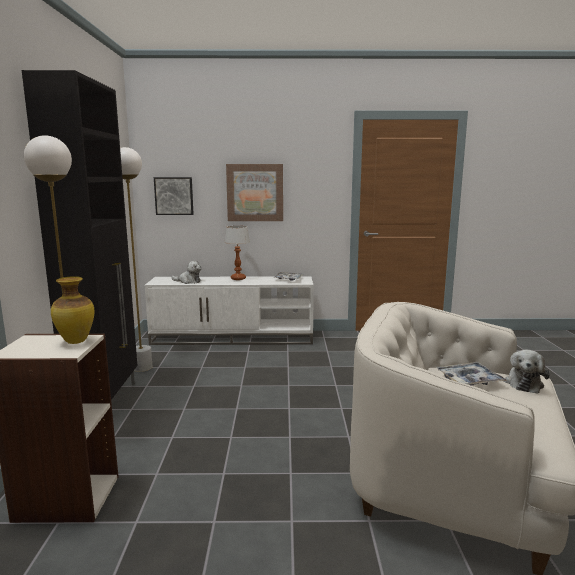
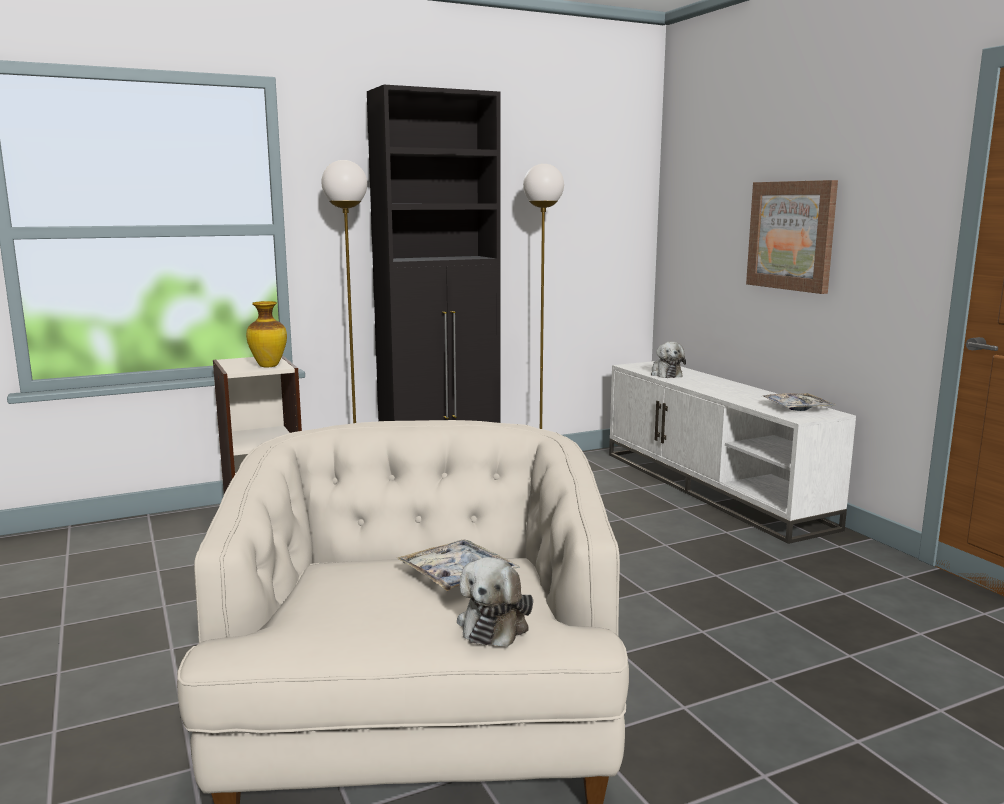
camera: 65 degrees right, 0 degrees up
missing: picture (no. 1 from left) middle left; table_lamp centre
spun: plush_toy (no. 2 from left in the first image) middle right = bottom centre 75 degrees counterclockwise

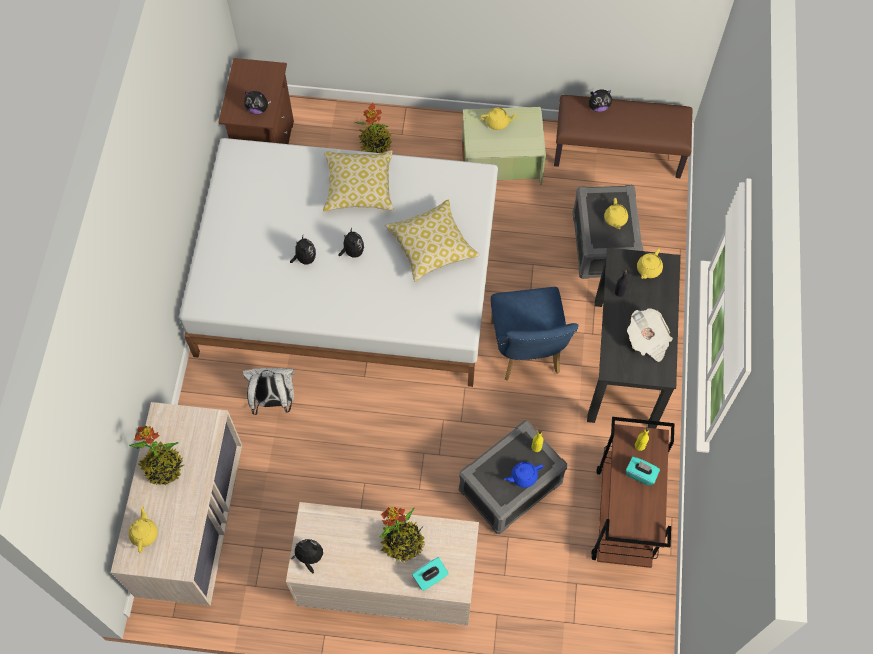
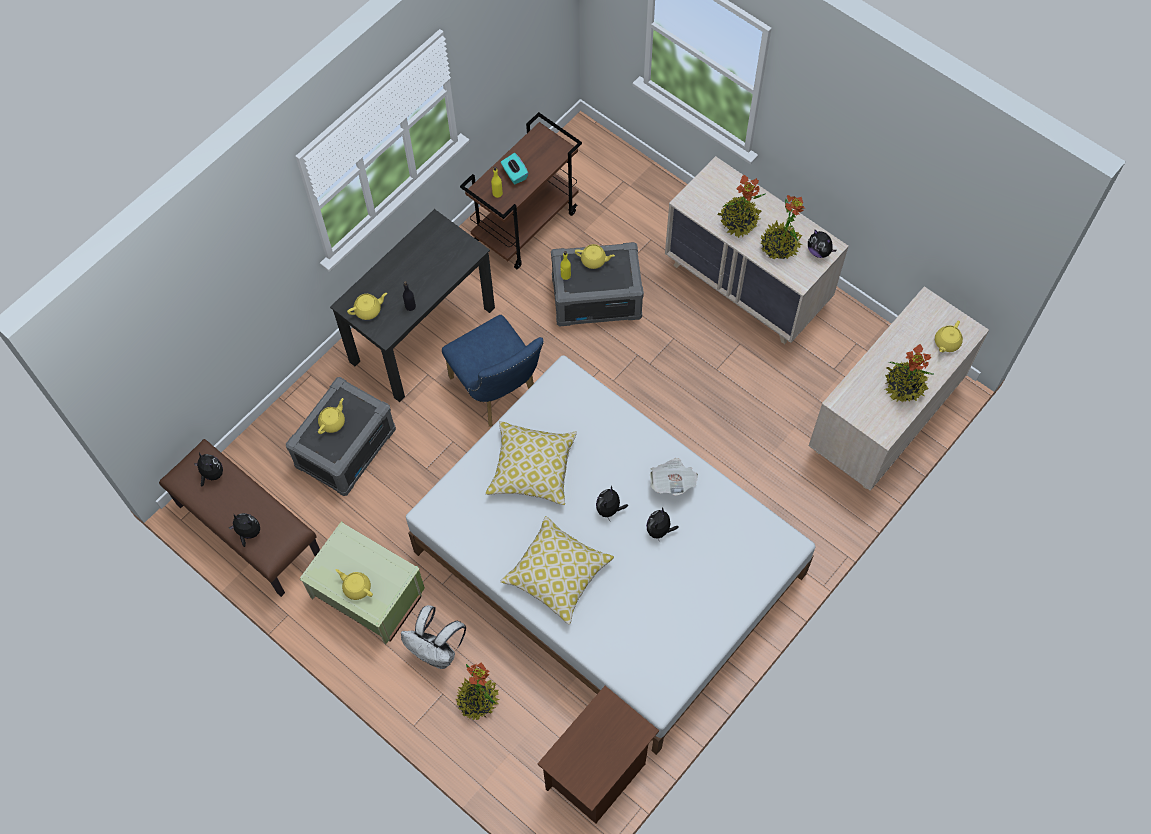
camera: 145 degrees left, 0 degrees up
missing: turquoise_tissue_box (no. 1 from left) bottom centre
appeared: potted_plant (no. 3 from left) top right
relocated: white_backpack middle left to bottom centre; plush_toy (no. 1 from left) top left to middle left; newspaper middle right to centre
colour: blue_teapot bottom centre to yellow_teapot (no. 4 from left) top centre
spun: blue_chair centre = centre 120 degrees clockwise

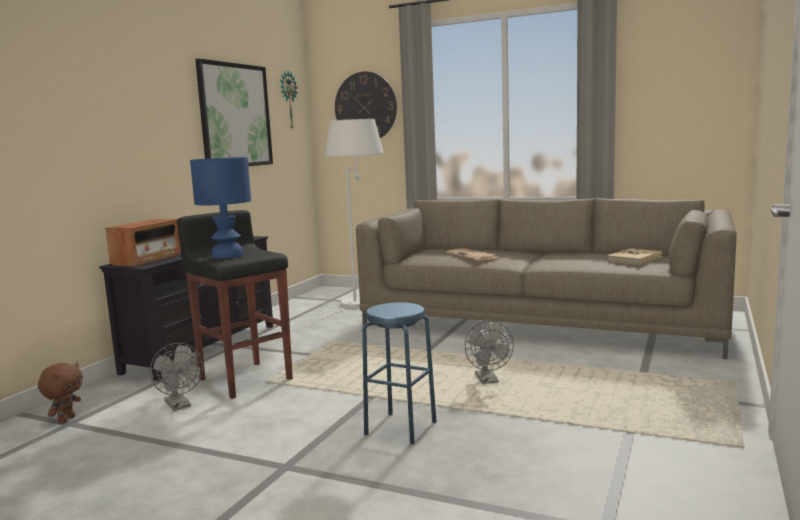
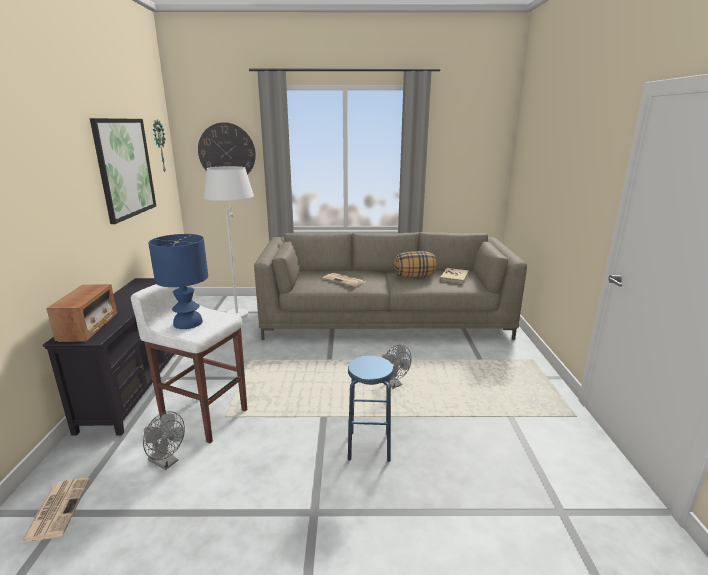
camera: 25 degrees left, 10 degrees up
appeared: pillow centre
exchanged: brown_plush_toy bottom left to newspaper (no. 1 from left) bottom left
colour: black_stool middle left to white_stool middle left

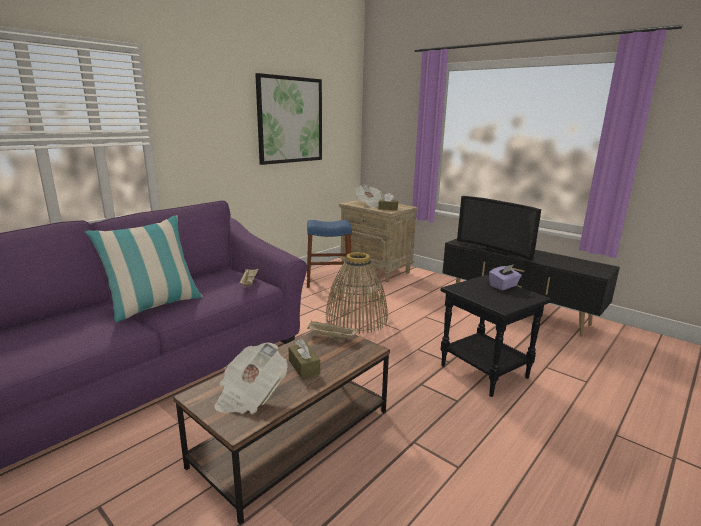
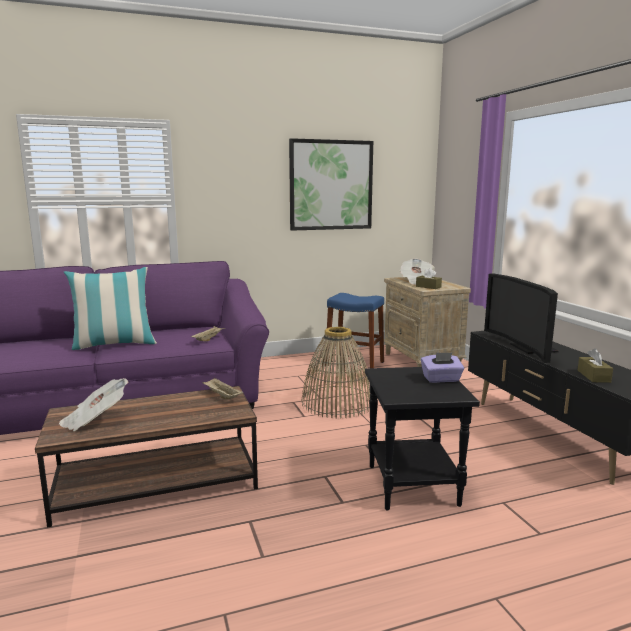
camera: 30 degrees right, 5 degrees down
relocated: brown_tissue_box (no. 1 from left in the first image) bottom centre to brown_tissue_box (no. 2 from left) middle right

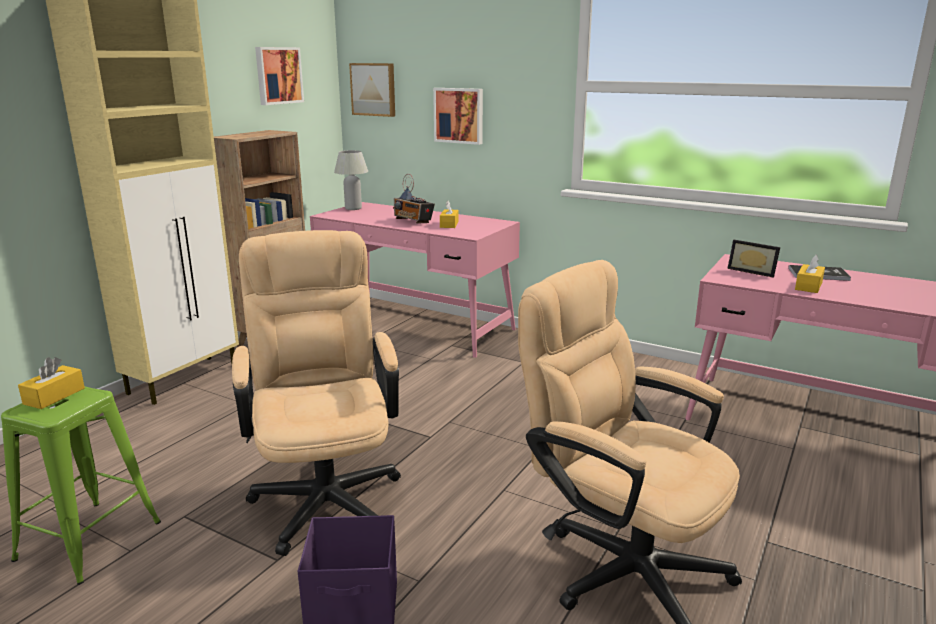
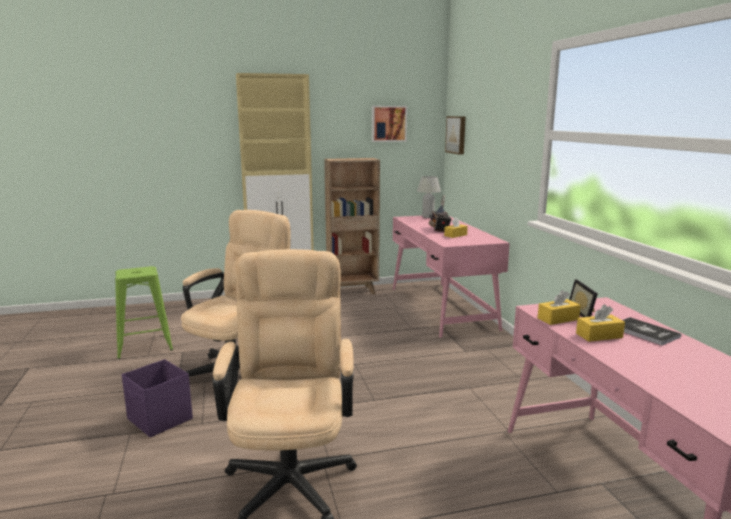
camera: 45 degrees right, 5 degrees down
missing: picture (no. 3 from left) top centre
relocated: yellow_tissue_box (no. 1 from left in the first image) middle left to yellow_tissue_box (no. 2 from left) middle right

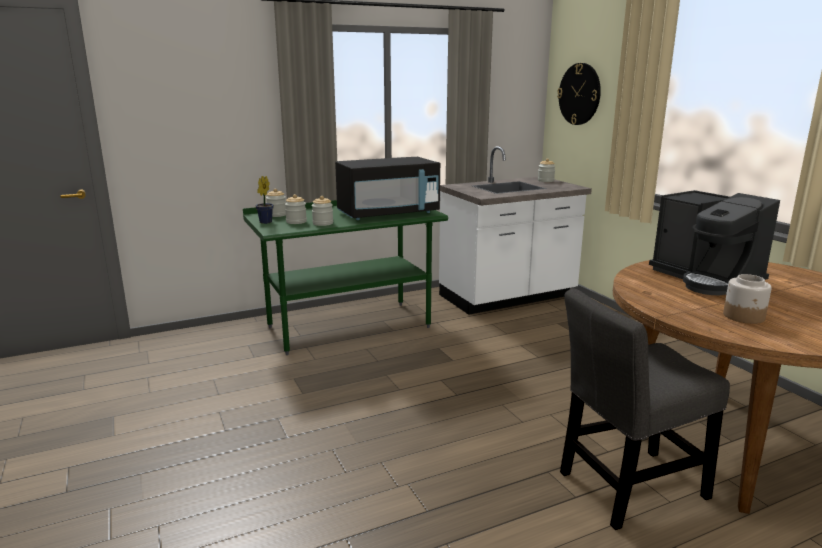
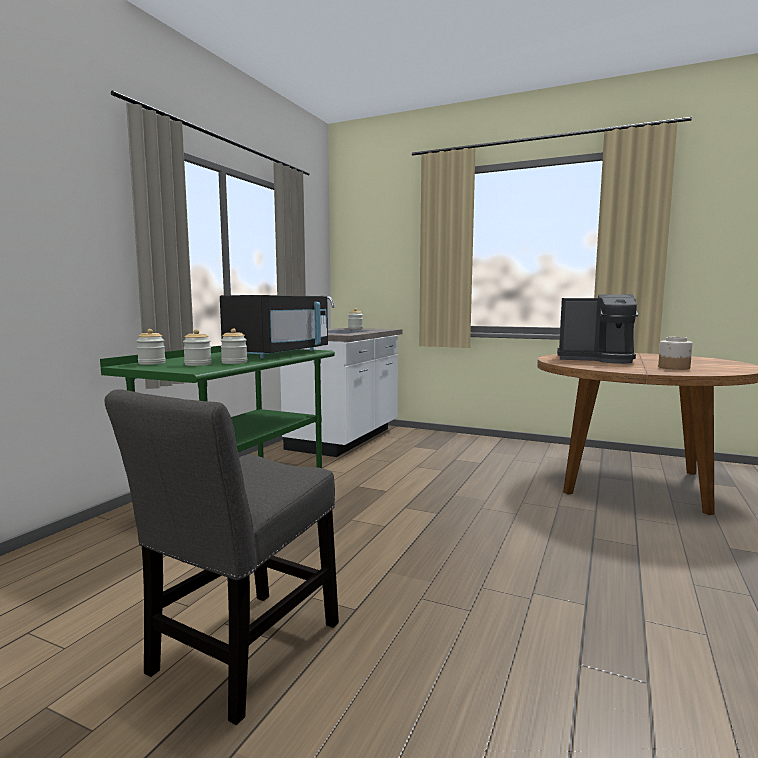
camera: 40 degrees left, 10 degrees down
missing: potted_plant middle left; wall_clock top right
relocated: grey_chair bottom right to bottom left

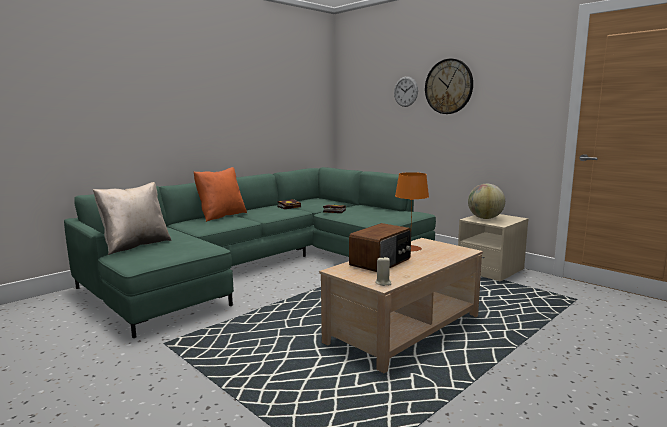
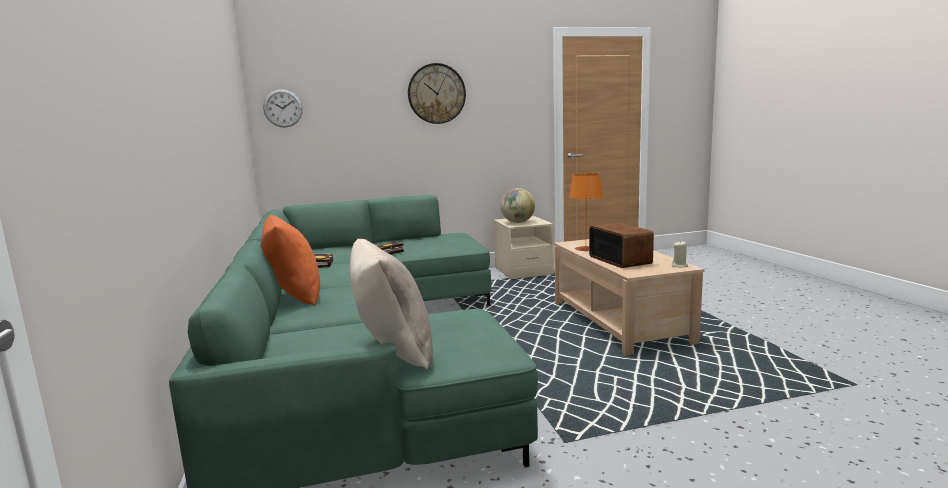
camera: 60 degrees left, 0 degrees up
relocated: wall_clock (no. 1 from left) top centre to top left

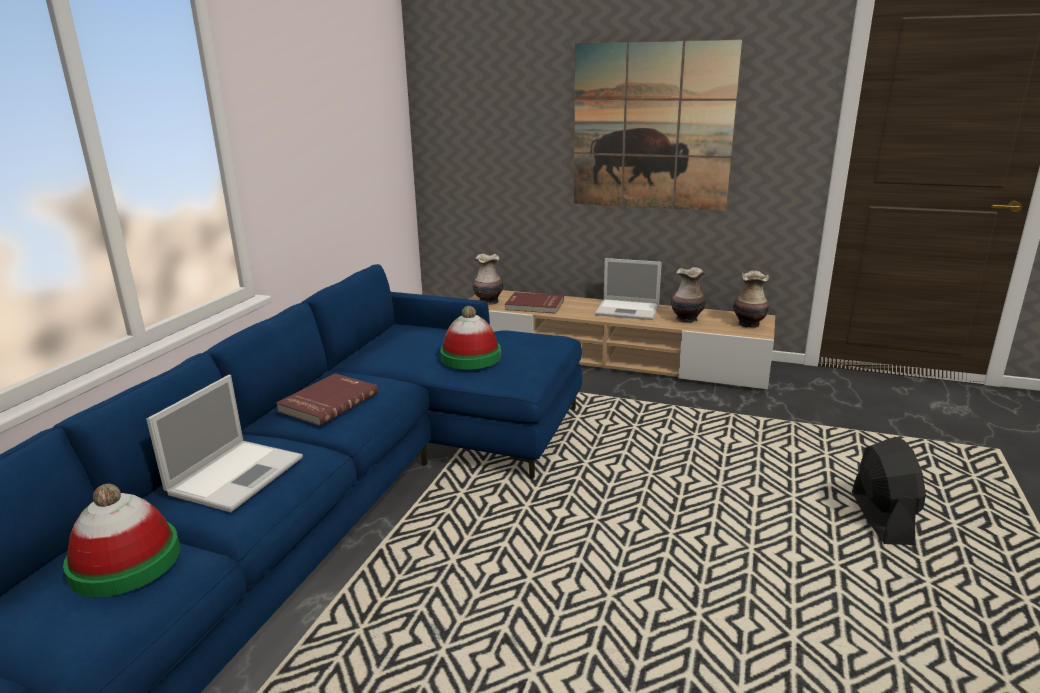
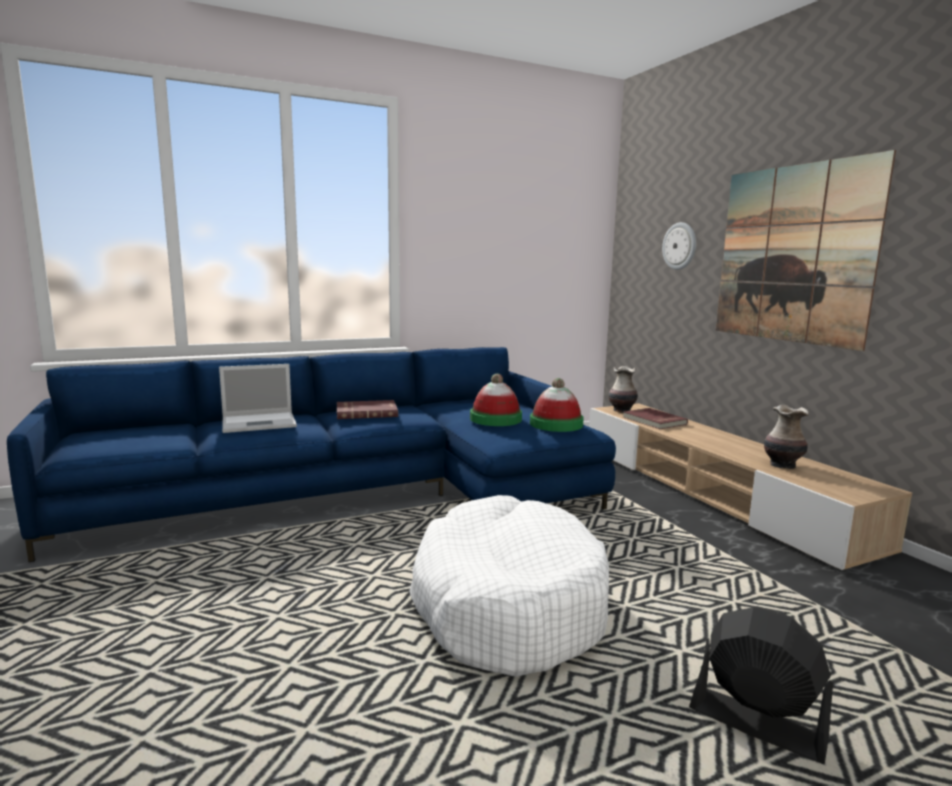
camera: 45 degrees right, 10 degrees down
missing: laptop (no. 2 from left) centre; vase (no. 3 from left) middle right
appeared: white_dog_bed bottom centre; wall_clock top right
relocated: hat (no. 1 from left in the first image) bottom left to hat (no. 2 from left) centre
spun: black_fan bottom right = bottom right 105 degrees counterclockwise

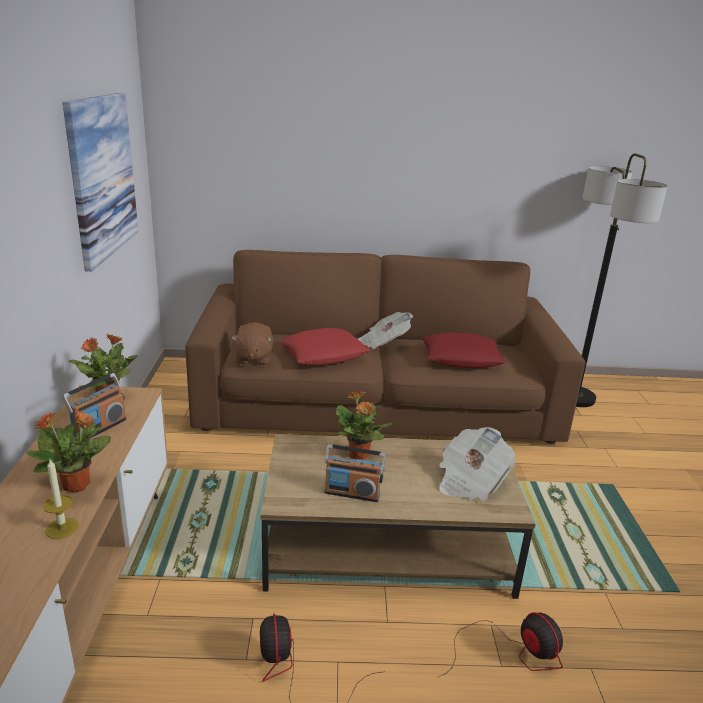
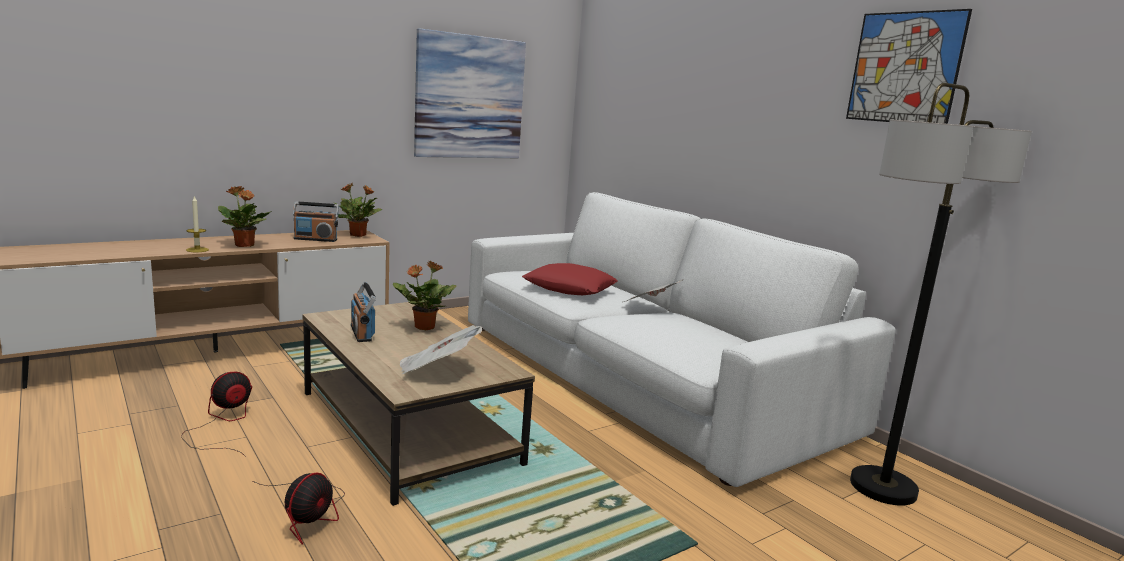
camera: 55 degrees right, 10 degrees down
missing: brown_plush_toy centre; red_pillow (no. 2 from left) centre
appeared: picture (no. 2 from left) top right
colour: brown_sofa centre to white_sofa centre

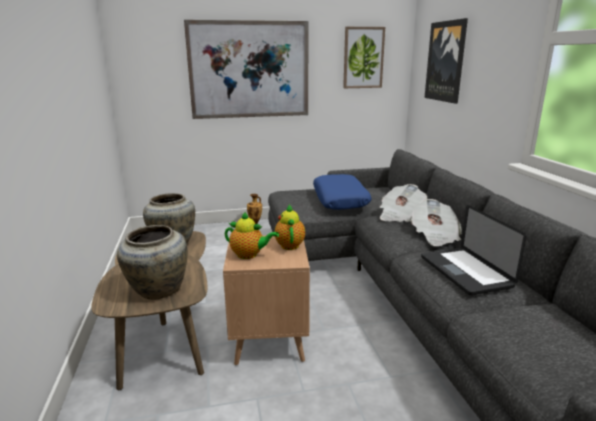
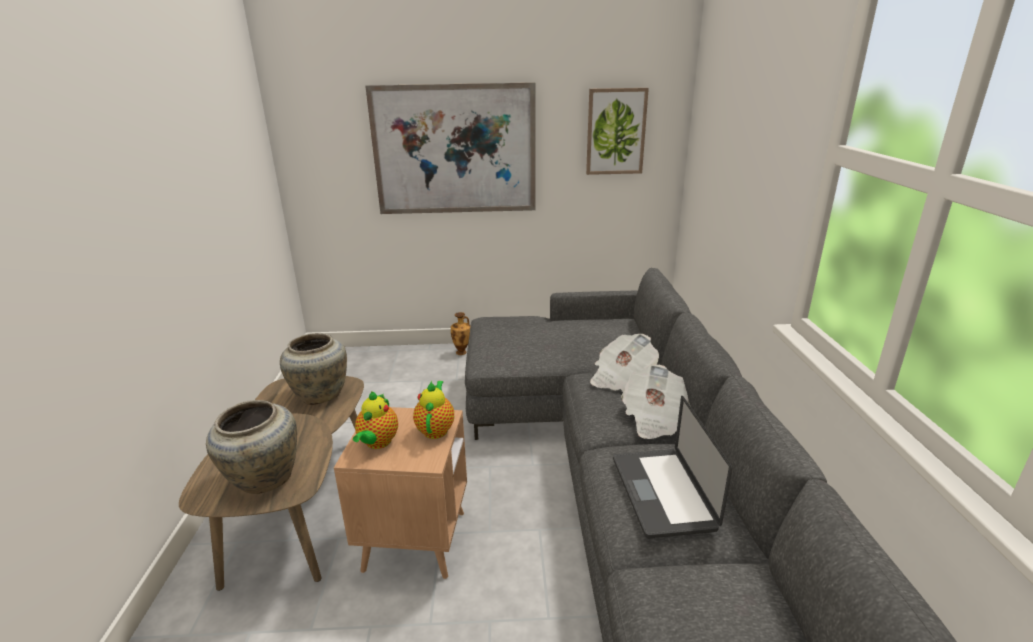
camera: 10 degrees right, 5 degrees up
missing: blue_pillow centre; picture (no. 3 from left) top right
spun: teapot (no. 1 from left) centre = centre 75 degrees clockwise

